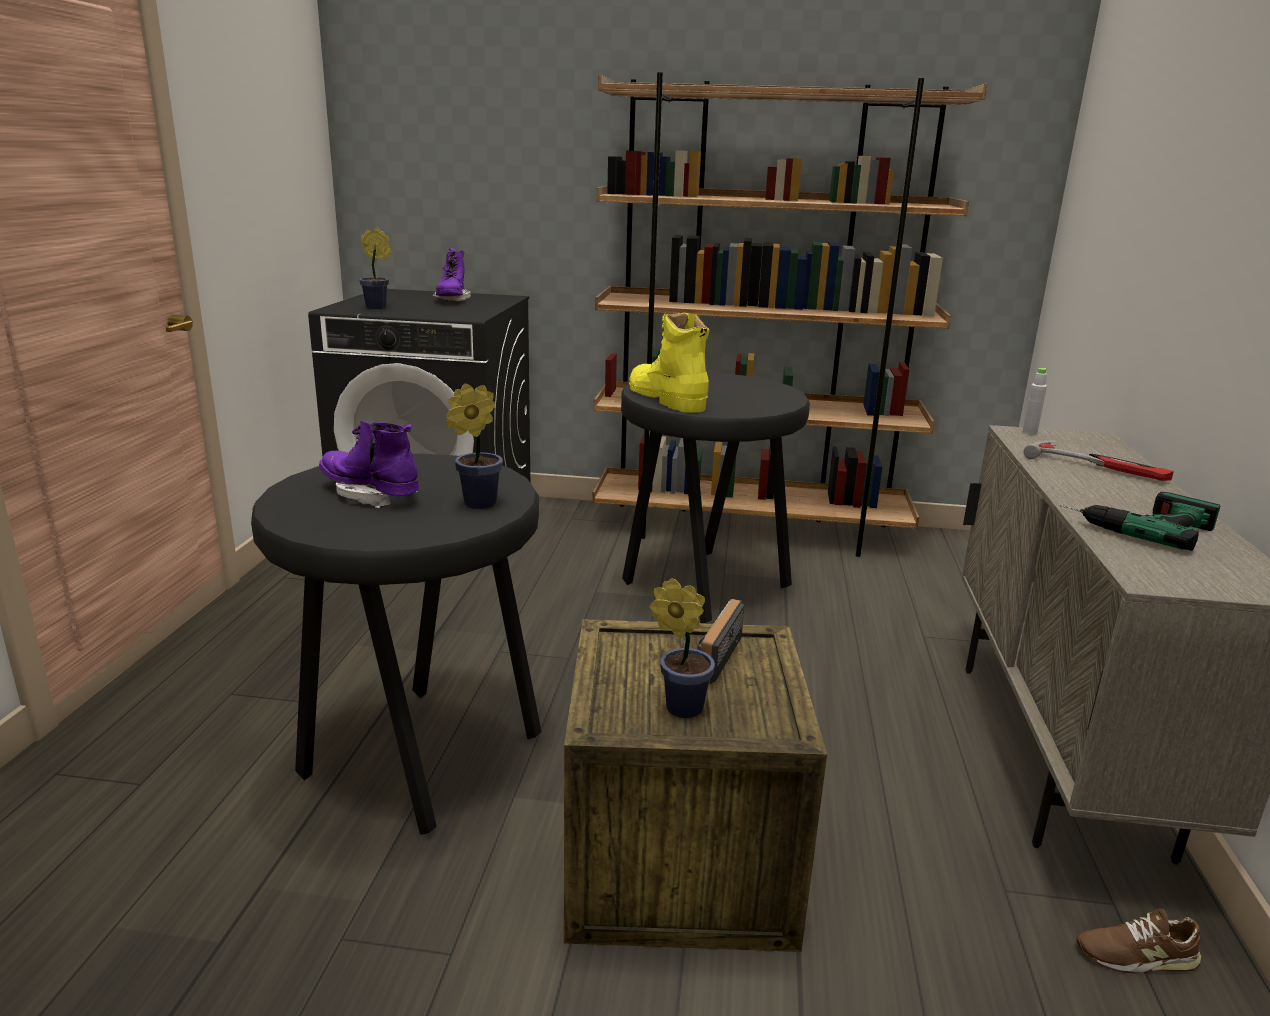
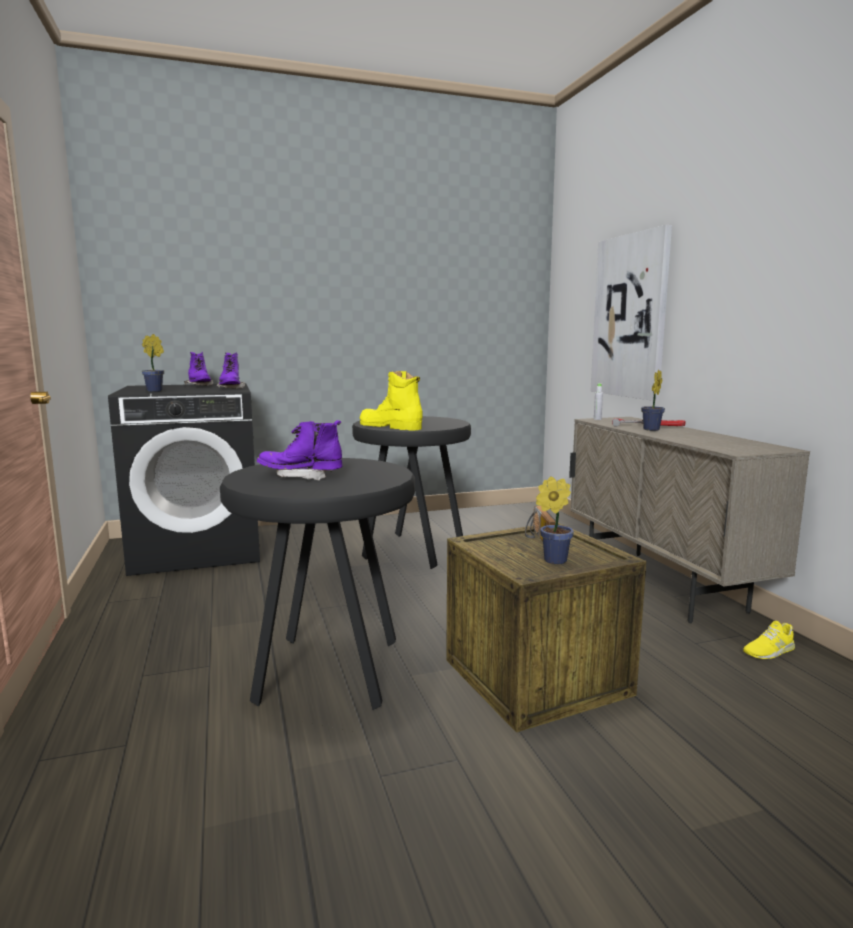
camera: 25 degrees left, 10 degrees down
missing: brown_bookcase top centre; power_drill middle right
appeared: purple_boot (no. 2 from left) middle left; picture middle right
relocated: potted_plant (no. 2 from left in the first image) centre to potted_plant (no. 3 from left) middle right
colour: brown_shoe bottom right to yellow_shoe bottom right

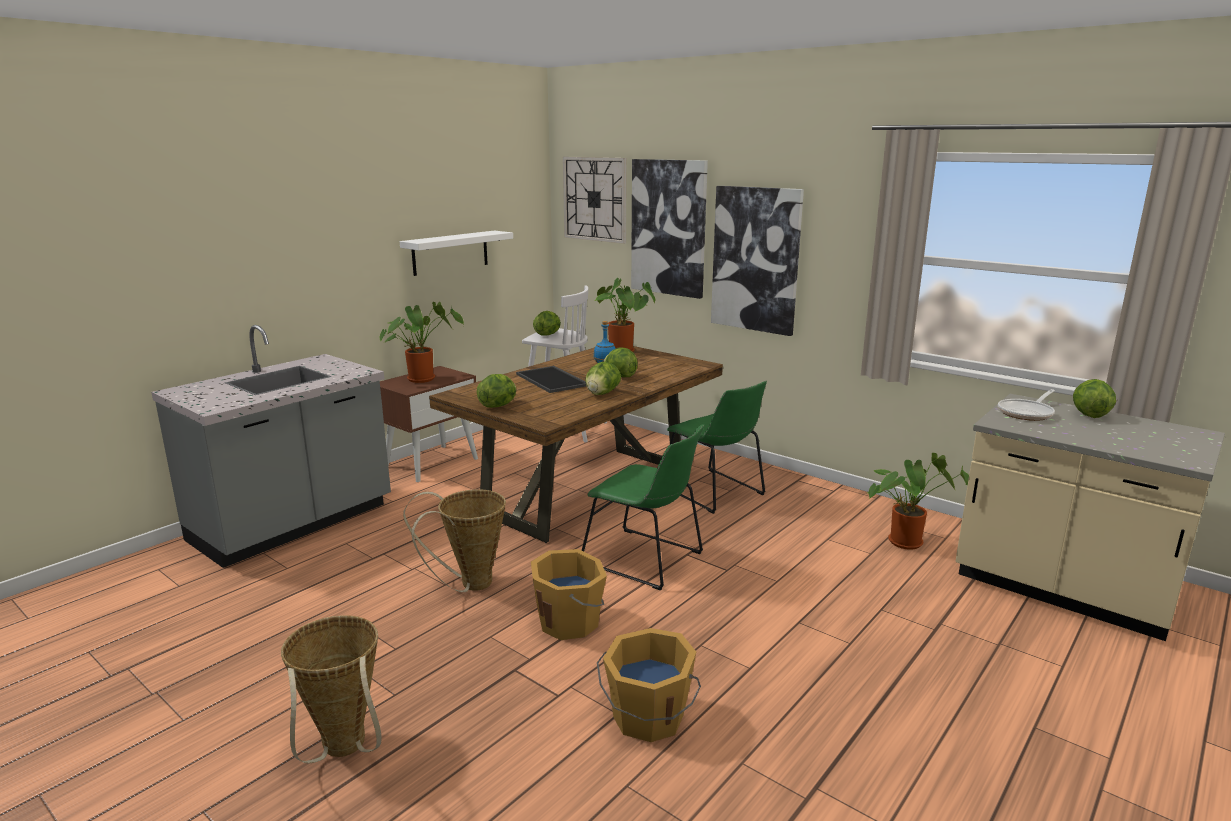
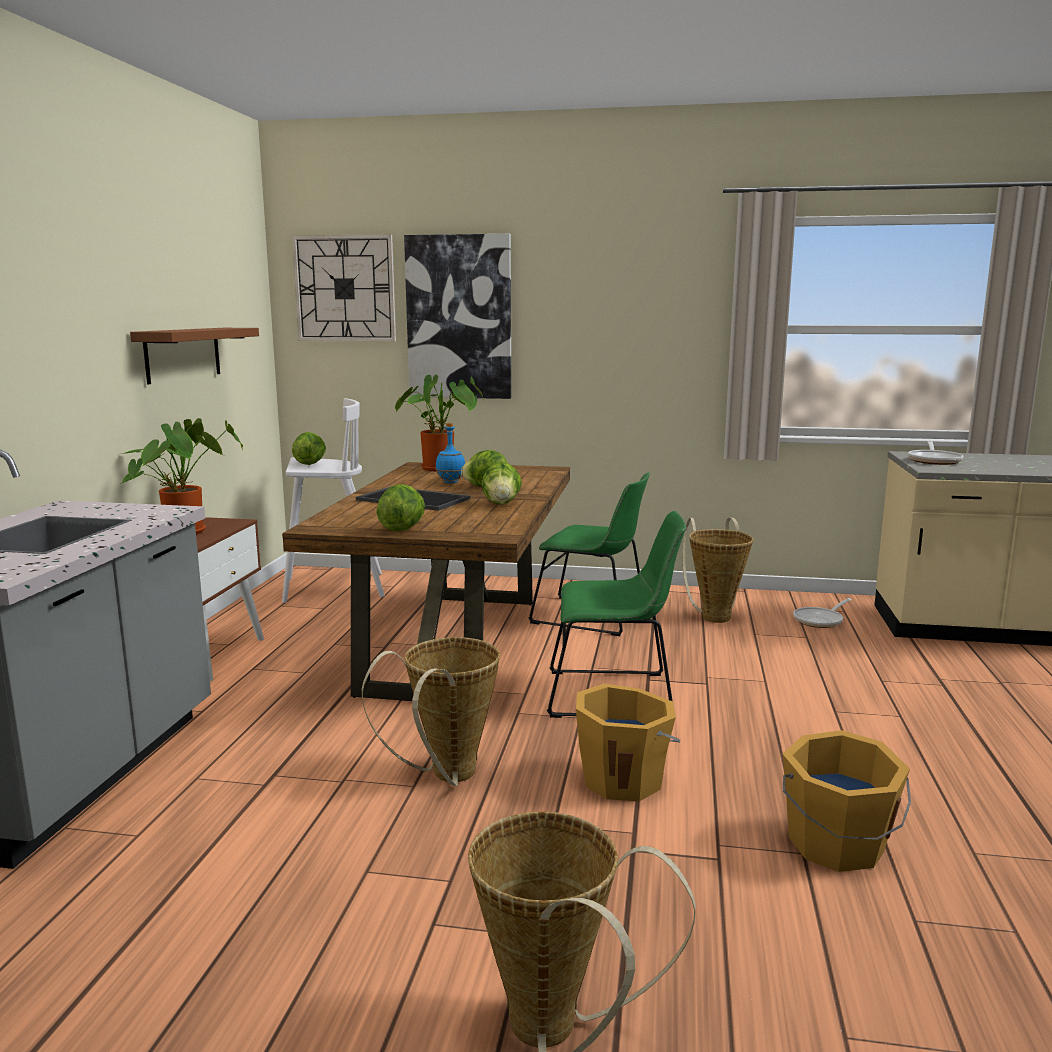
camera: 30 degrees left, 5 degrees down
missing: picture (no. 2 from left) top centre; lettuce (no. 5 from left) middle right
appeared: basket (no. 3 from left) middle right
exchanged: potted_plant (no. 3 from left) middle right to frying_pan (no. 1 from left) middle right
colour: white_shelf top centre to brown_shelf middle left

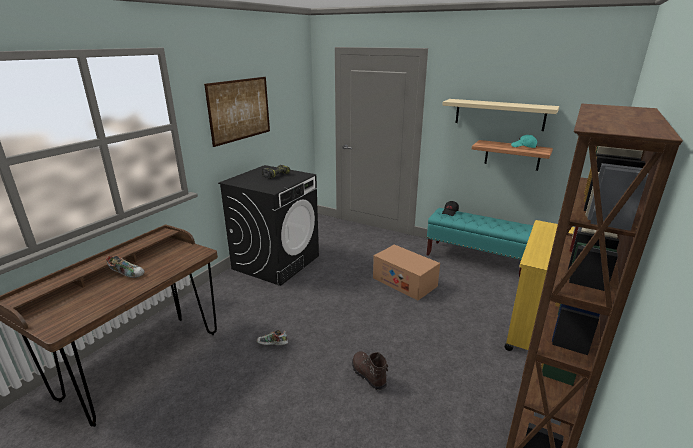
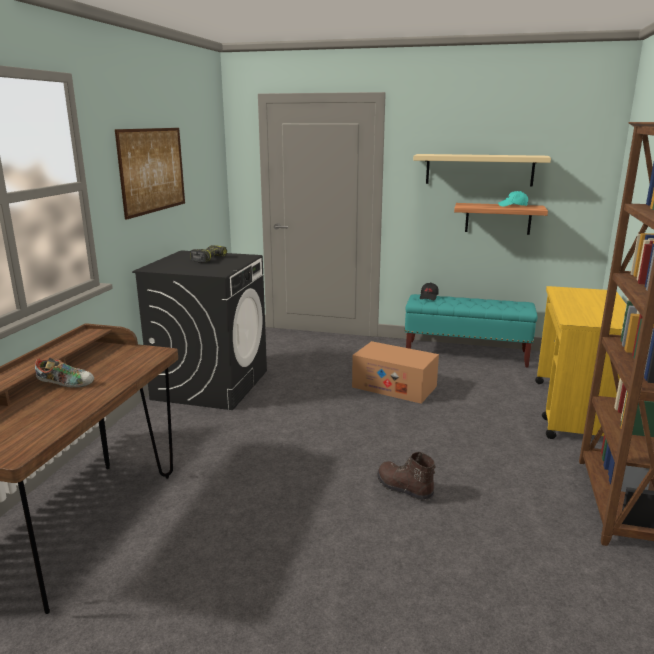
camera: 15 degrees left, 5 degrees down
missing: shoe (no. 2 from left) bottom centre

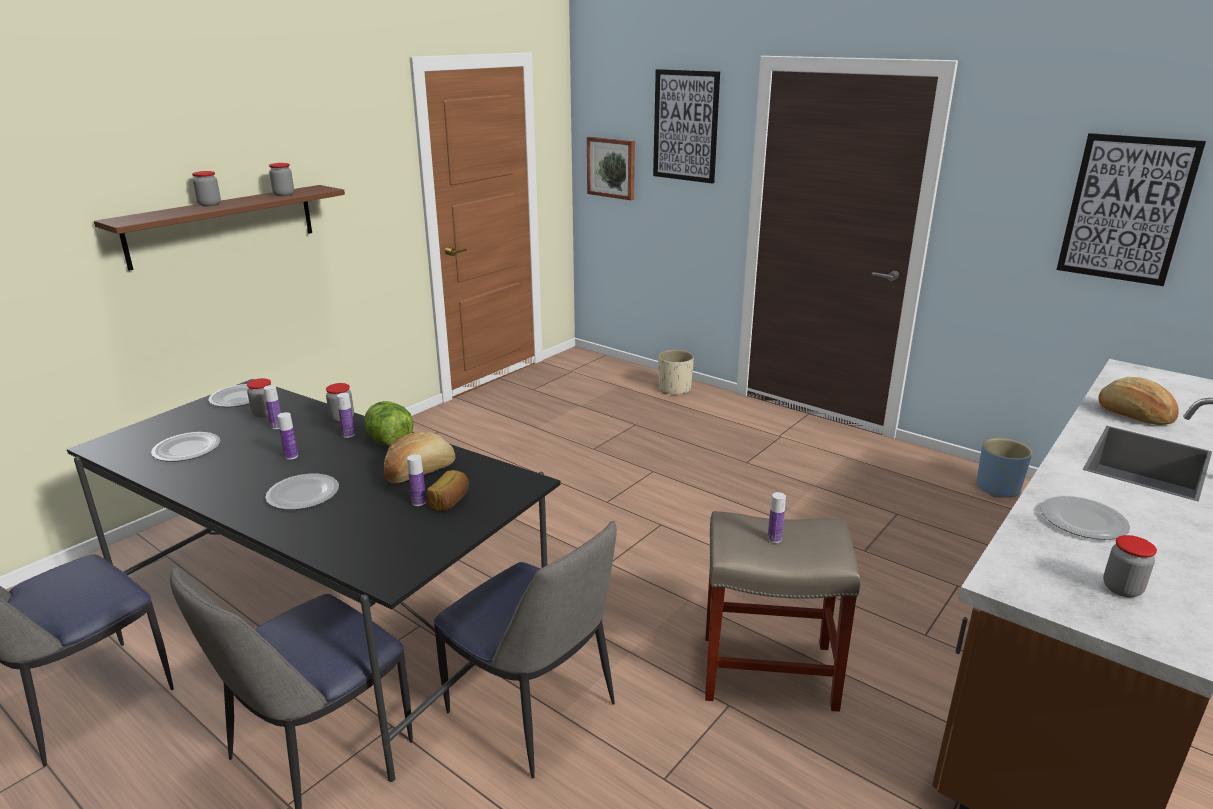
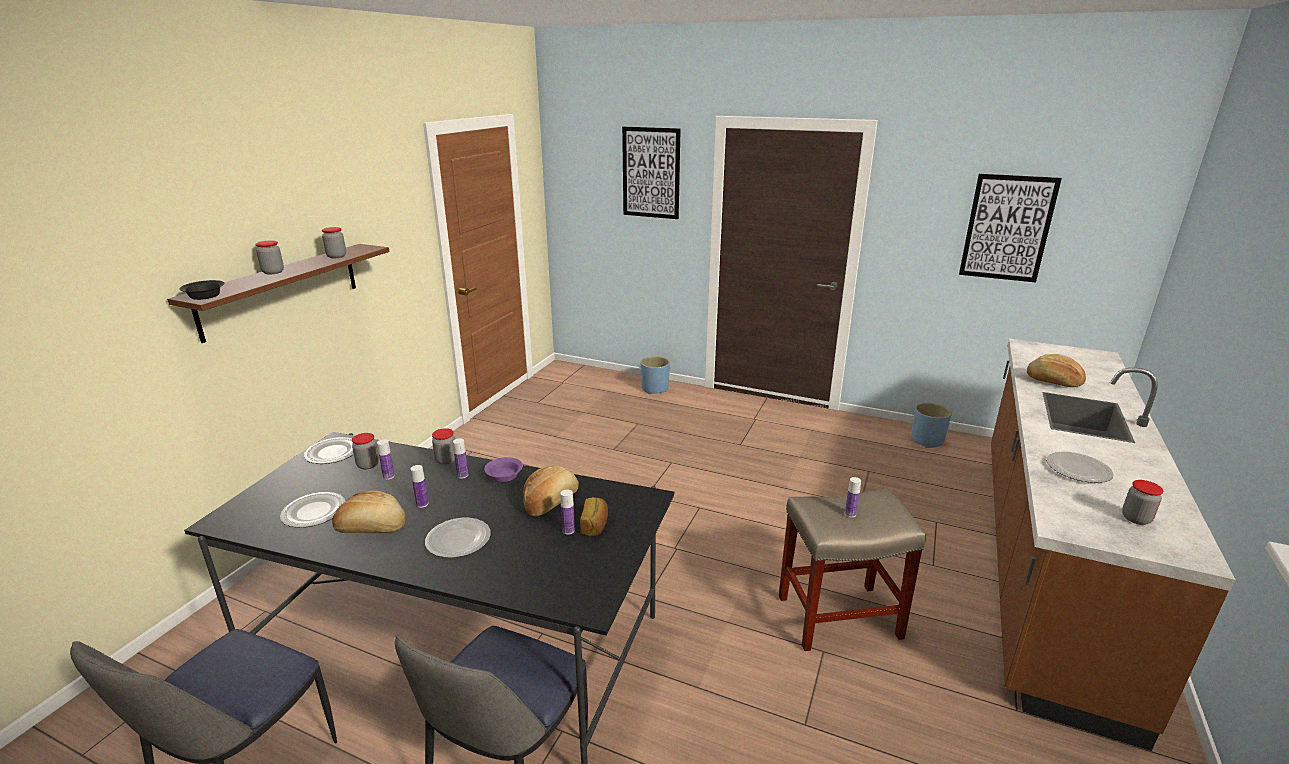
camera: 15 degrees left, 0 degrees up
missing: chair (no. 3 from left) bottom centre; picture (no. 1 from left) top centre
appeared: black_bowl middle left; bread (no. 1 from left) bottom left
exchanged: lettuce middle left to purple_bowl centre
colour: beige_planter centre to blue_planter (no. 1 from left) centre

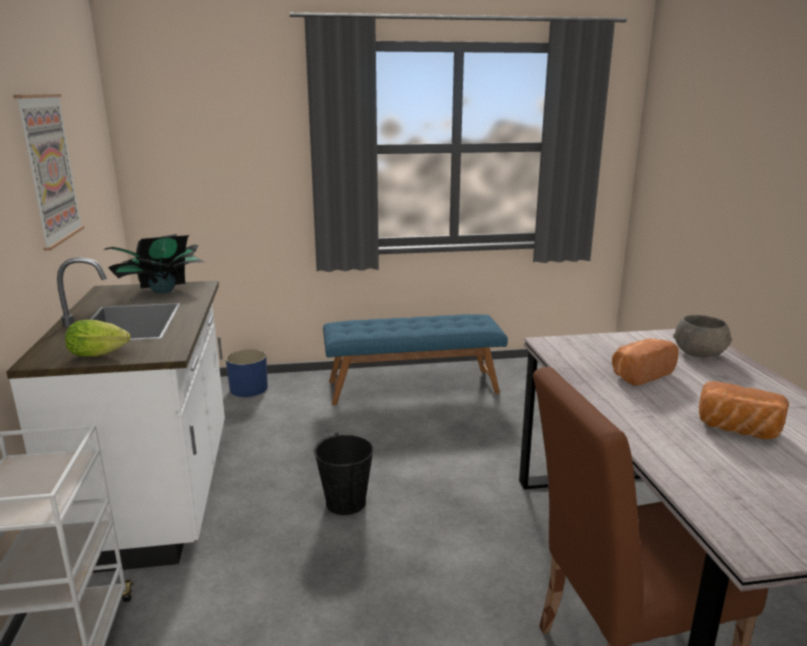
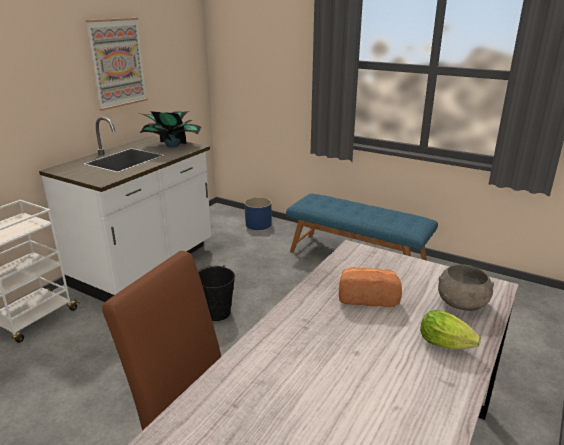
camera: 40 degrees right, 5 degrees up
missing: bread (no. 2 from left) middle right
relocated: lettuce middle left to bottom right

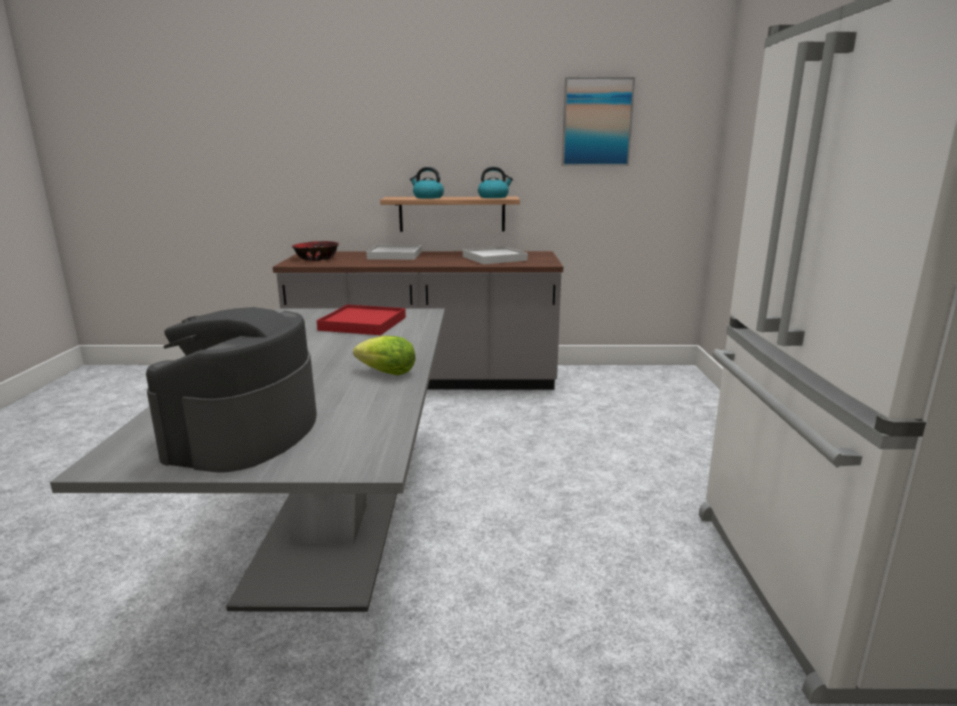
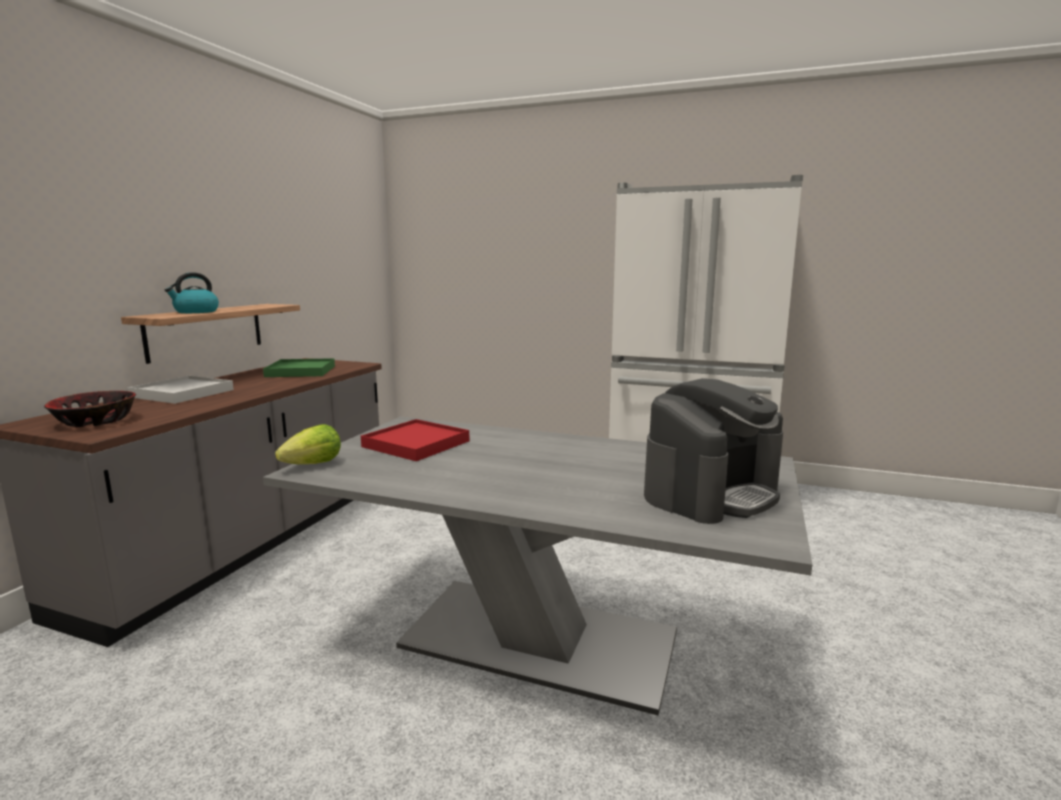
camera: 70 degrees left, 5 degrees down
missing: kettle (no. 2 from left) top centre; picture top centre
relocated: lettuce centre to middle left
colour: white_tray (no. 2 from left) centre to green_tray middle left
spun: coffee_machine middle left = middle right 75 degrees counterclockwise

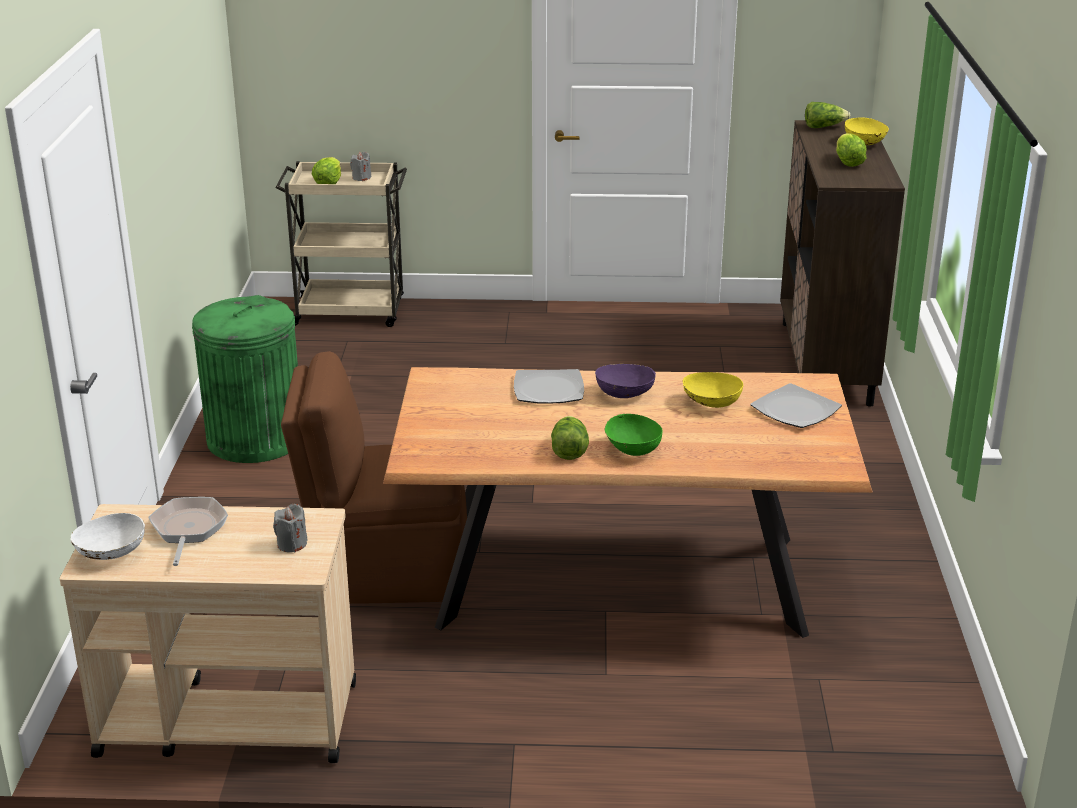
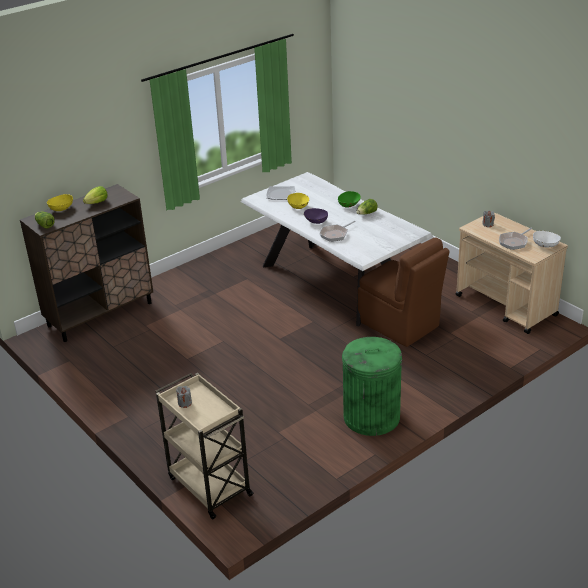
camera: 130 degrees left, 5 degrees up
missing: lettuce (no. 1 from left) top left
exchanged: plate (no. 1 from left) centre to frying_pan (no. 1 from left) centre
colour: brown_dining_table centre to white_dining_table centre

